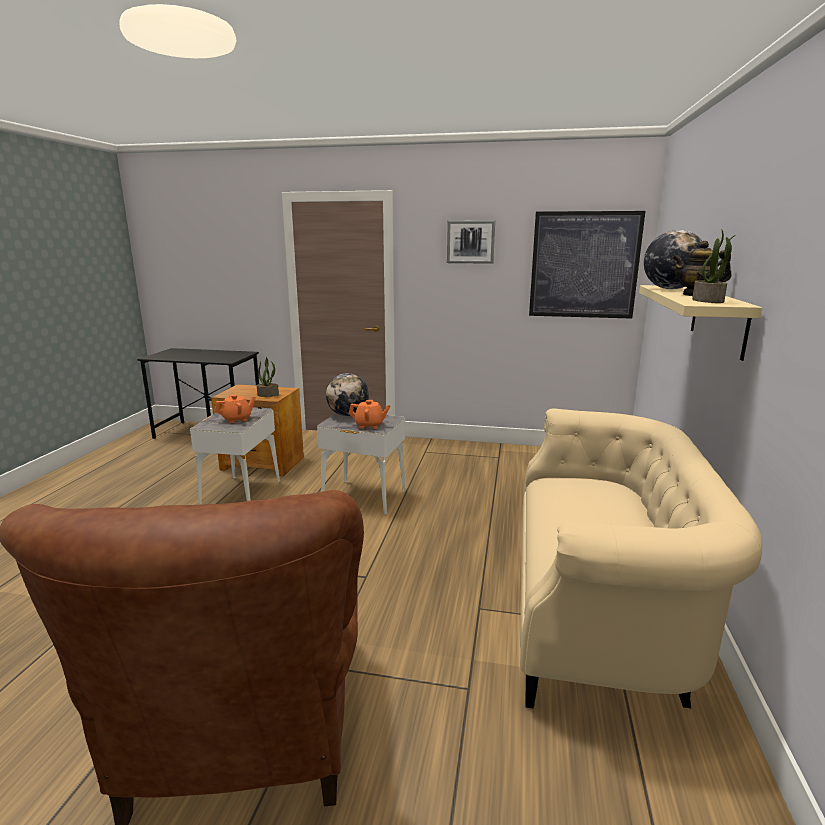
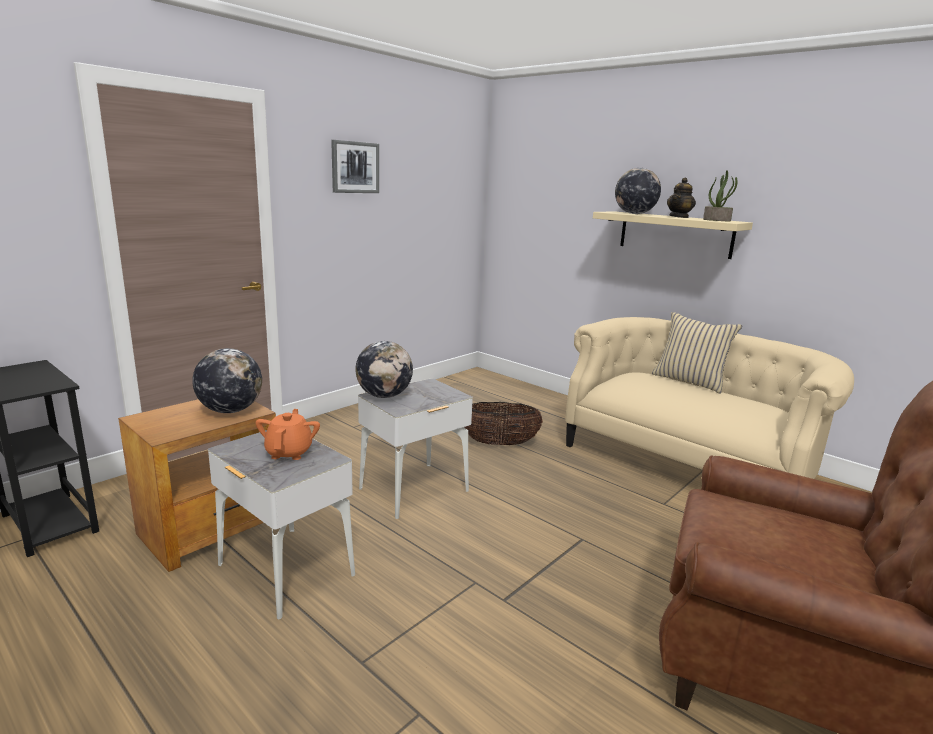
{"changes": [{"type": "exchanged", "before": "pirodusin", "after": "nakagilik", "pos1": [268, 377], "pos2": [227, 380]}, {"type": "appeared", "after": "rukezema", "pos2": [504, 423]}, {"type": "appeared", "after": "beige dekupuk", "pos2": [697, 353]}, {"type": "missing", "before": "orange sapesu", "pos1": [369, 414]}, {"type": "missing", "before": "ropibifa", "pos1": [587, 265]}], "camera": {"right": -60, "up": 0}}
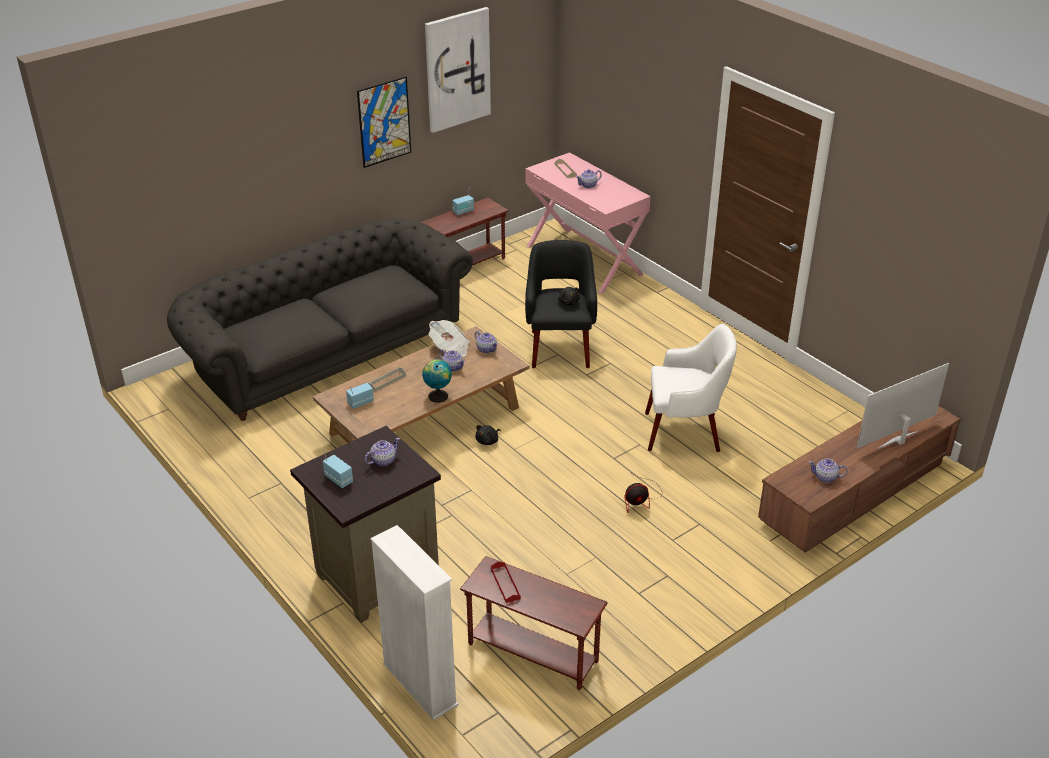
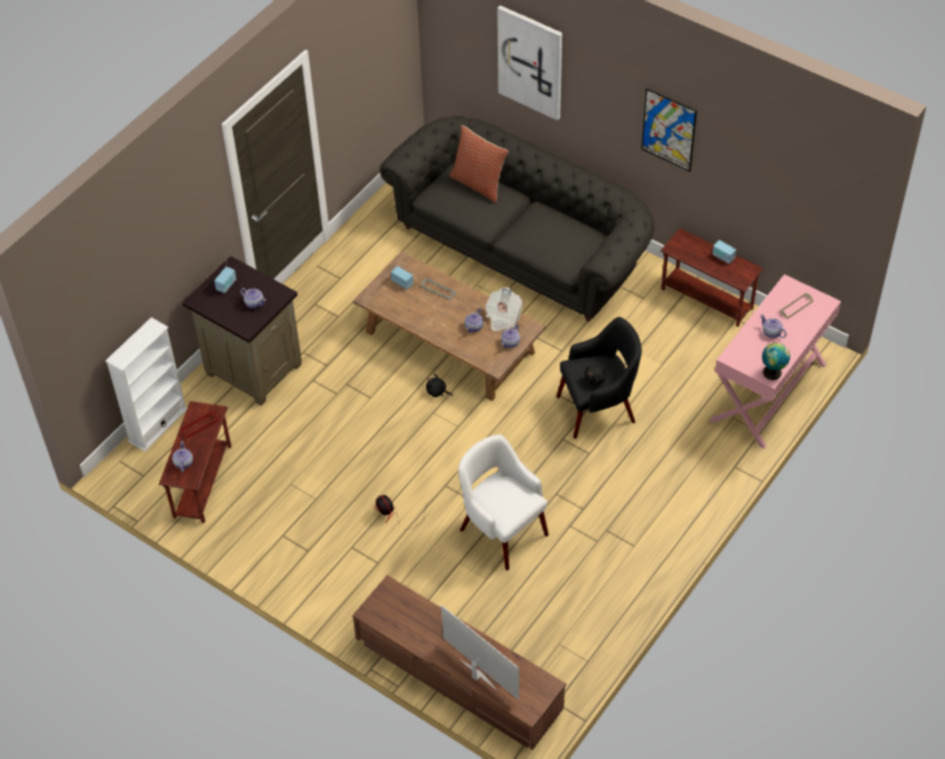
{"changes": [{"type": "relocated", "before": "sapesu", "pos1": [827, 471], "pos2": [182, 457]}, {"type": "appeared", "after": "dekupuk", "pos2": [479, 164]}, {"type": "spun", "before": "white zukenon", "pos1": [691, 388], "pos2": [503, 502], "turn": 150}, {"type": "relocated", "before": "ropibifa", "pos1": [458, 70], "pos2": [529, 62]}, {"type": "relocated", "before": "nakagilik", "pos1": [437, 381], "pos2": [776, 361]}], "camera": {"right": 75, "up": 15}}
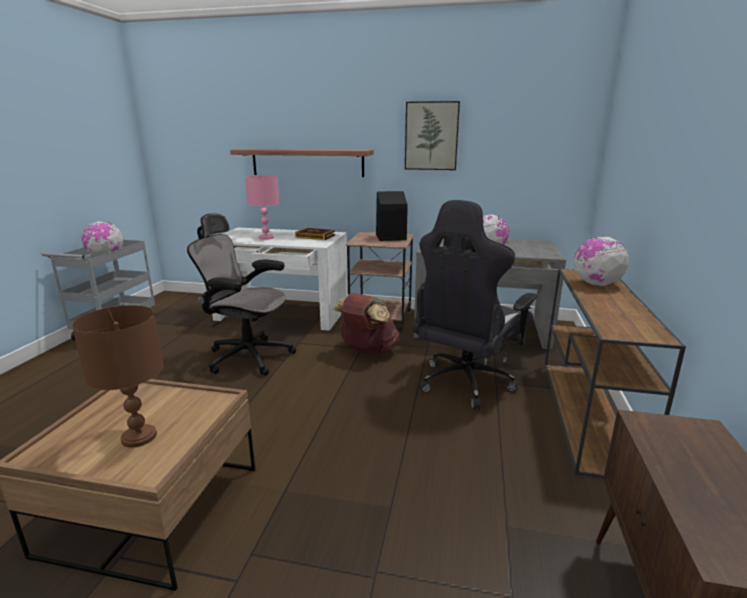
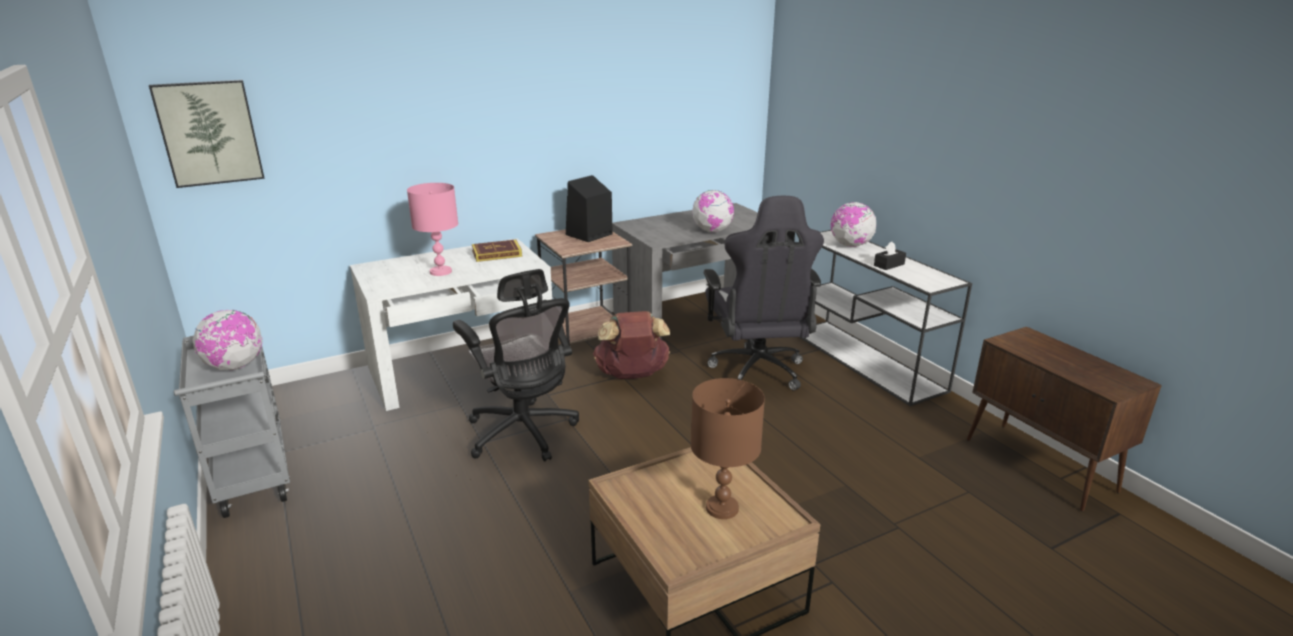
{"changes": [{"type": "relocated", "before": "ropibifa", "pos1": [432, 135], "pos2": [207, 134]}, {"type": "spun", "before": "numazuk", "pos1": [241, 294], "pos2": [516, 365], "turn": -105}, {"type": "colour", "before": "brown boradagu", "after": "white boradagu", "pos1": [615, 373], "pos2": [885, 318]}, {"type": "appeared", "after": "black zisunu", "pos2": [890, 256]}, {"type": "missing", "before": "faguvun", "pos1": [302, 163]}], "camera": {"right": -40, "up": 5}}
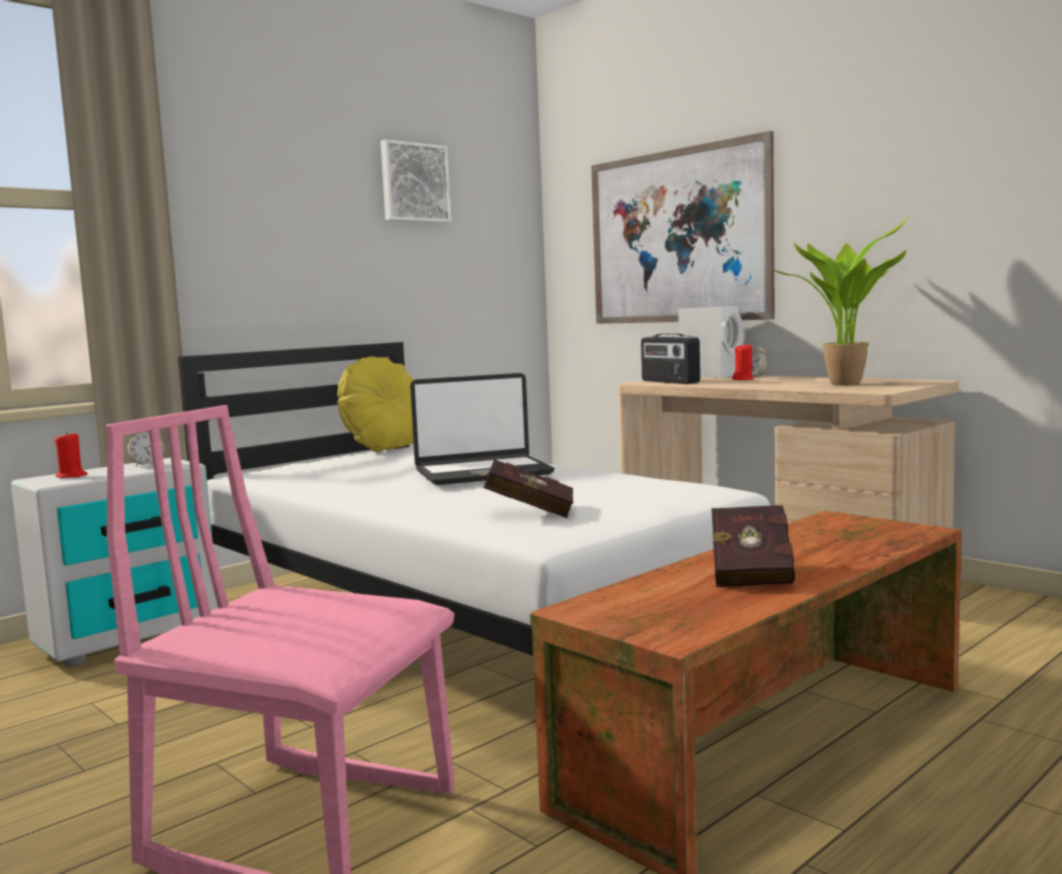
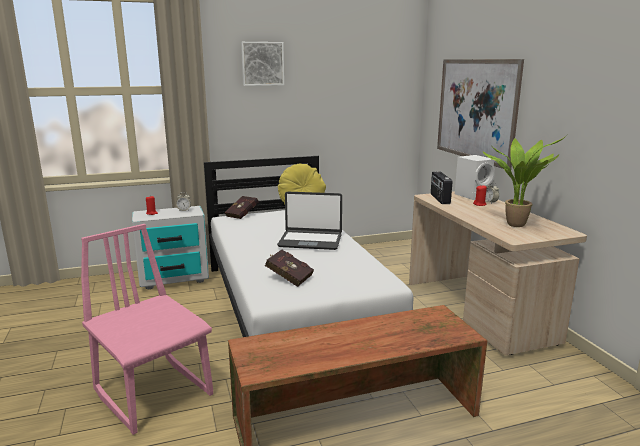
{"changes": [{"type": "relocated", "before": "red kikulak", "pos1": [753, 546], "pos2": [241, 207]}, {"type": "relocated", "before": "ropibifa", "pos1": [416, 181], "pos2": [262, 64]}], "camera": {"right": 25, "up": 10}}
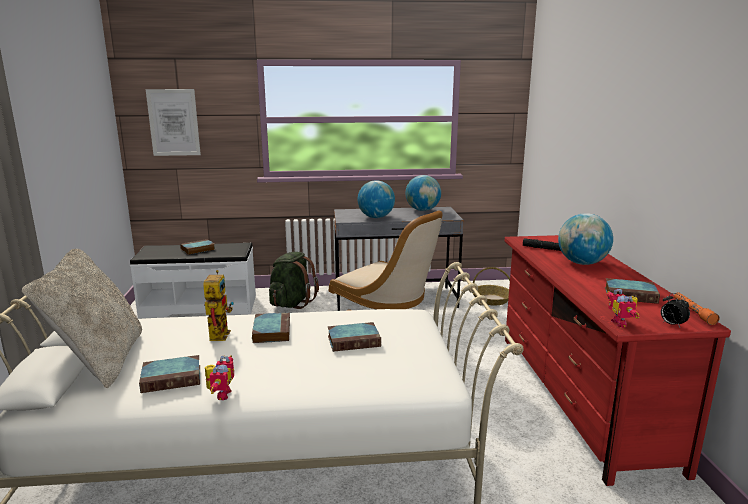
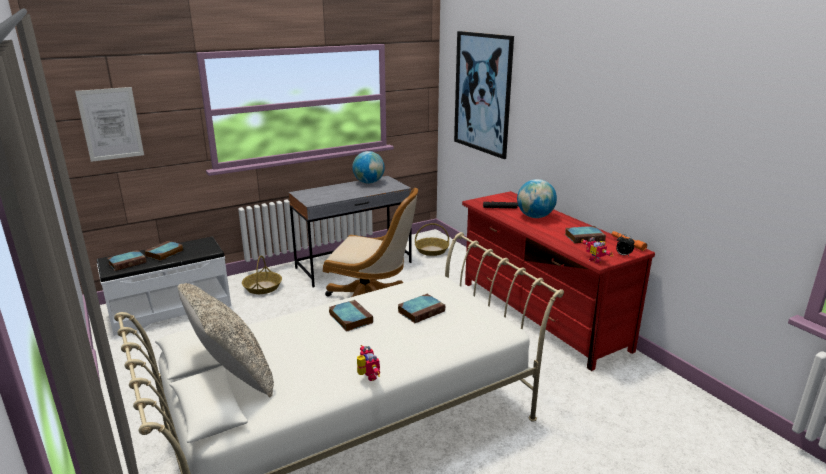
{"changes": [{"type": "relocated", "before": "kikulak", "pos1": [169, 374], "pos2": [127, 260]}, {"type": "exchanged", "before": "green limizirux", "after": "rukezema", "pos1": [294, 280], "pos2": [262, 274]}, {"type": "appeared", "after": "ropibifa", "pos2": [484, 95]}, {"type": "missing", "before": "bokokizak", "pos1": [218, 305]}, {"type": "missing", "before": "nakagilik", "pos1": [376, 199]}], "camera": {"right": -25, "up": 5}}
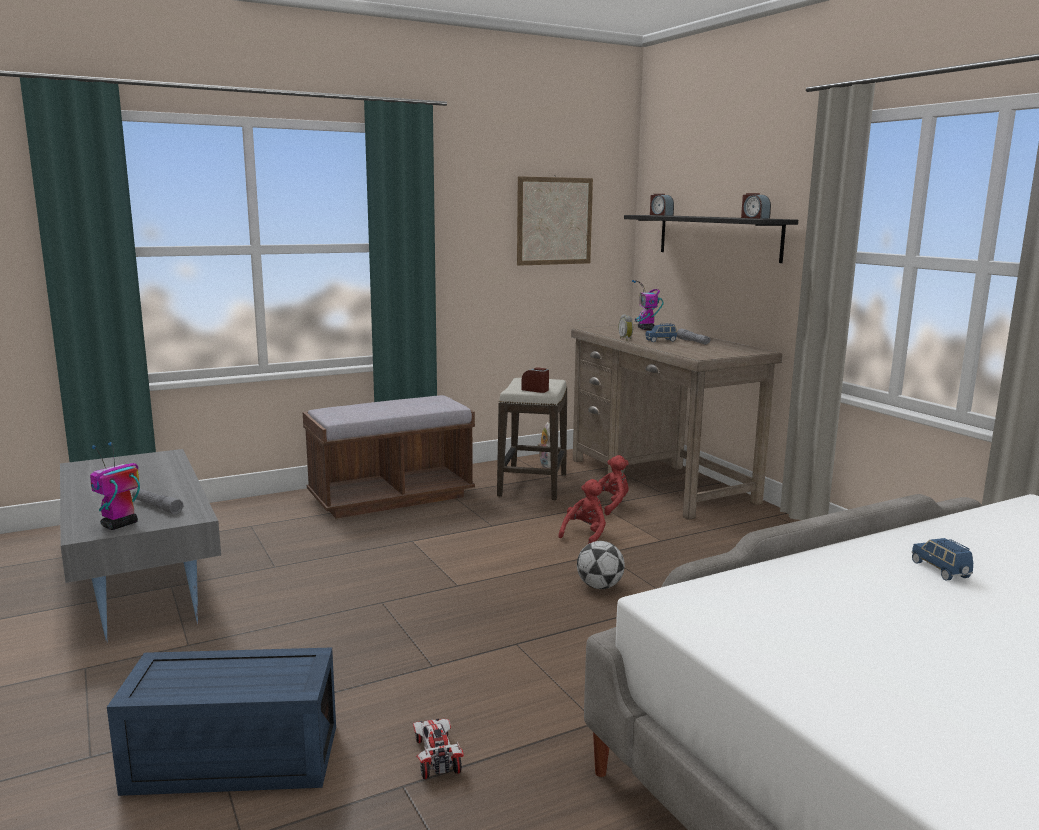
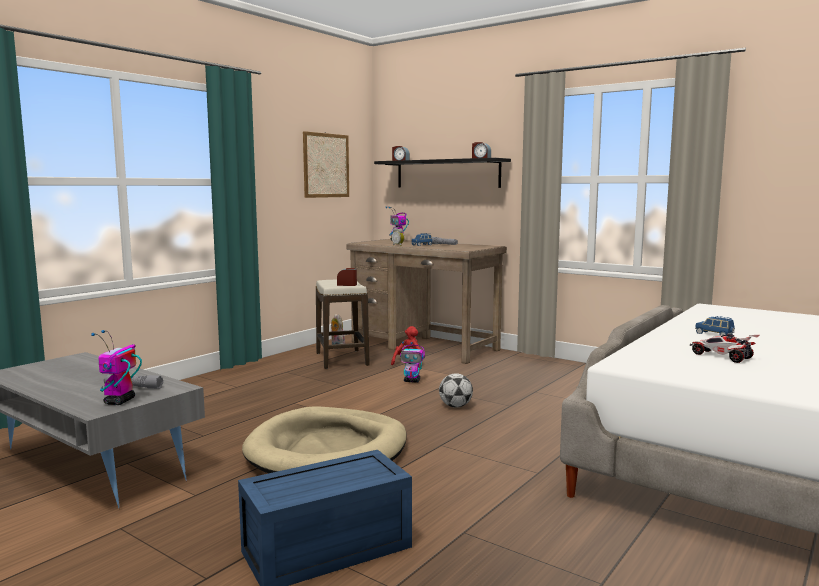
{"changes": [{"type": "appeared", "after": "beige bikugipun", "pos2": [324, 439]}, {"type": "exchanged", "before": "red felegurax", "after": "bokokizak", "pos1": [582, 511], "pos2": [412, 362]}, {"type": "relocated", "before": "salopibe", "pos1": [438, 749], "pos2": [724, 348]}, {"type": "missing", "before": "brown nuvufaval", "pos1": [389, 456]}], "camera": {"right": -25, "up": -5}}
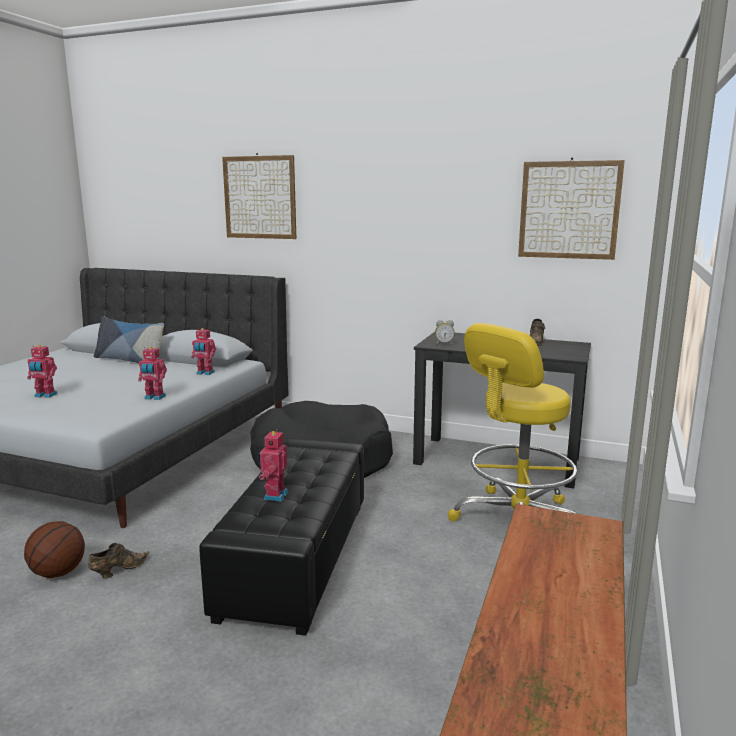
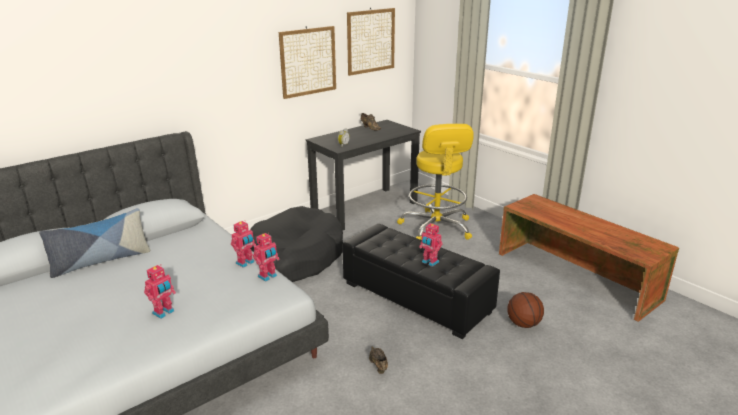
{"changes": [{"type": "relocated", "before": "bokokizak", "pos1": [203, 351], "pos2": [266, 257]}, {"type": "relocated", "before": "ropibifa", "pos1": [259, 196], "pos2": [307, 62]}, {"type": "relocated", "before": "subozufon", "pos1": [54, 549], "pos2": [525, 310]}], "camera": {"right": -60, "up": 10}}
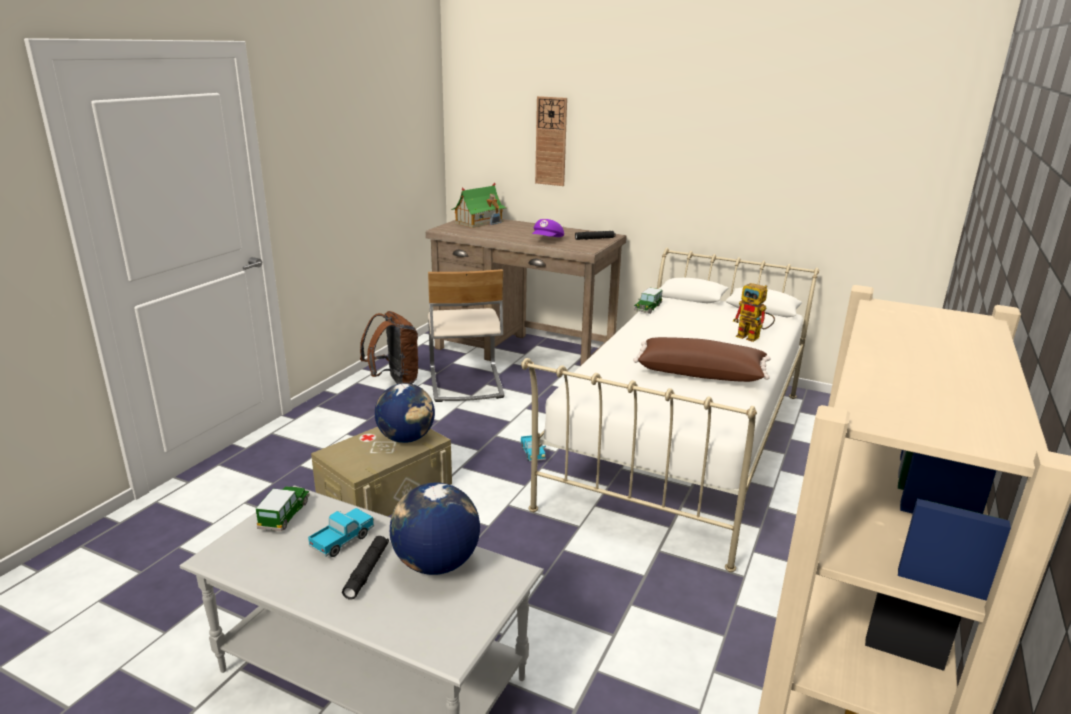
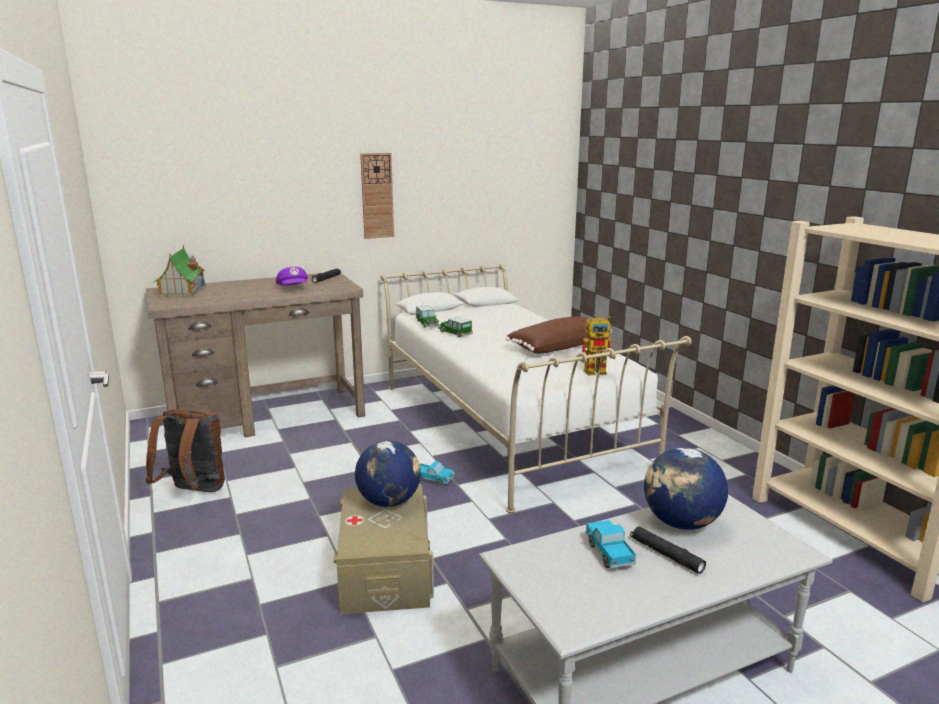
{"changes": [{"type": "relocated", "before": "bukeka", "pos1": [551, 141], "pos2": [377, 196]}, {"type": "relocated", "before": "salopibe", "pos1": [283, 509], "pos2": [455, 327]}, {"type": "relocated", "before": "bokokizak", "pos1": [754, 312], "pos2": [598, 346]}, {"type": "missing", "before": "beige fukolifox", "pos1": [466, 335]}], "camera": {"right": -50, "up": -5}}
